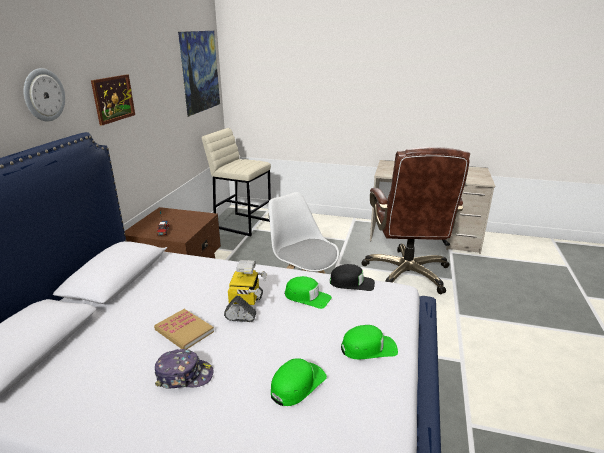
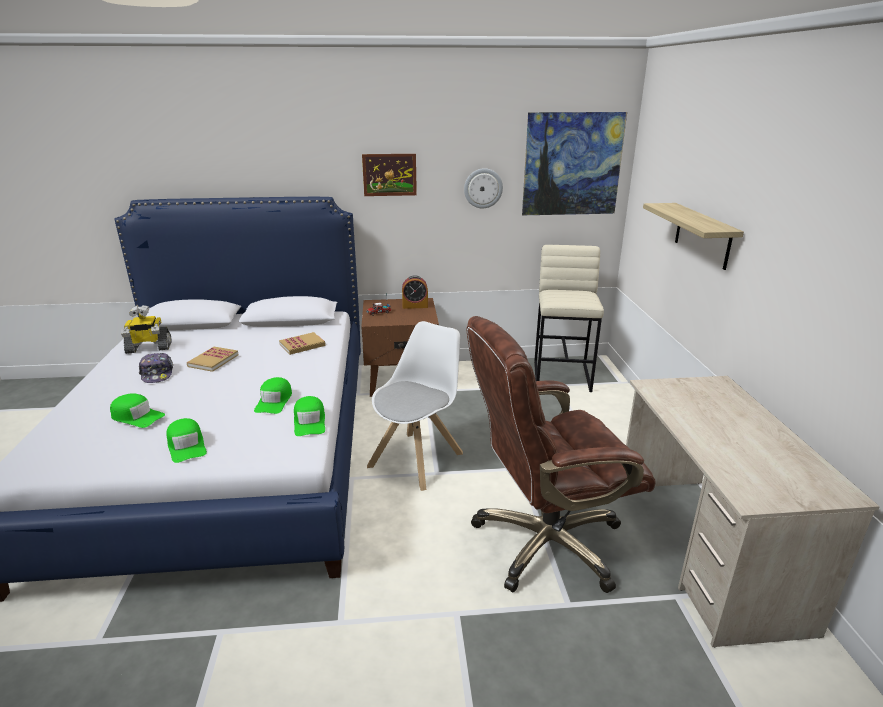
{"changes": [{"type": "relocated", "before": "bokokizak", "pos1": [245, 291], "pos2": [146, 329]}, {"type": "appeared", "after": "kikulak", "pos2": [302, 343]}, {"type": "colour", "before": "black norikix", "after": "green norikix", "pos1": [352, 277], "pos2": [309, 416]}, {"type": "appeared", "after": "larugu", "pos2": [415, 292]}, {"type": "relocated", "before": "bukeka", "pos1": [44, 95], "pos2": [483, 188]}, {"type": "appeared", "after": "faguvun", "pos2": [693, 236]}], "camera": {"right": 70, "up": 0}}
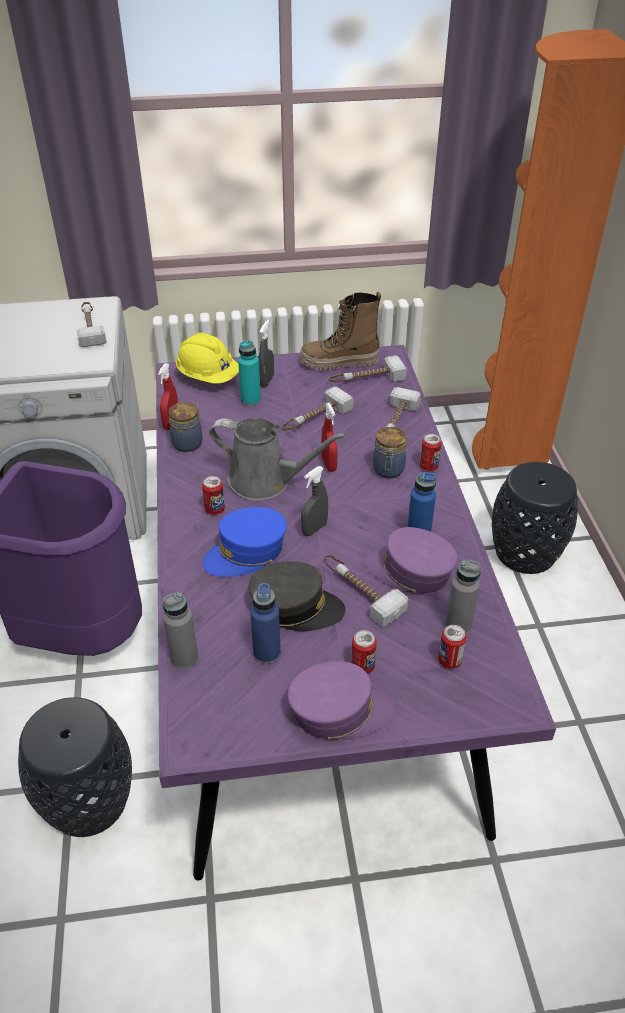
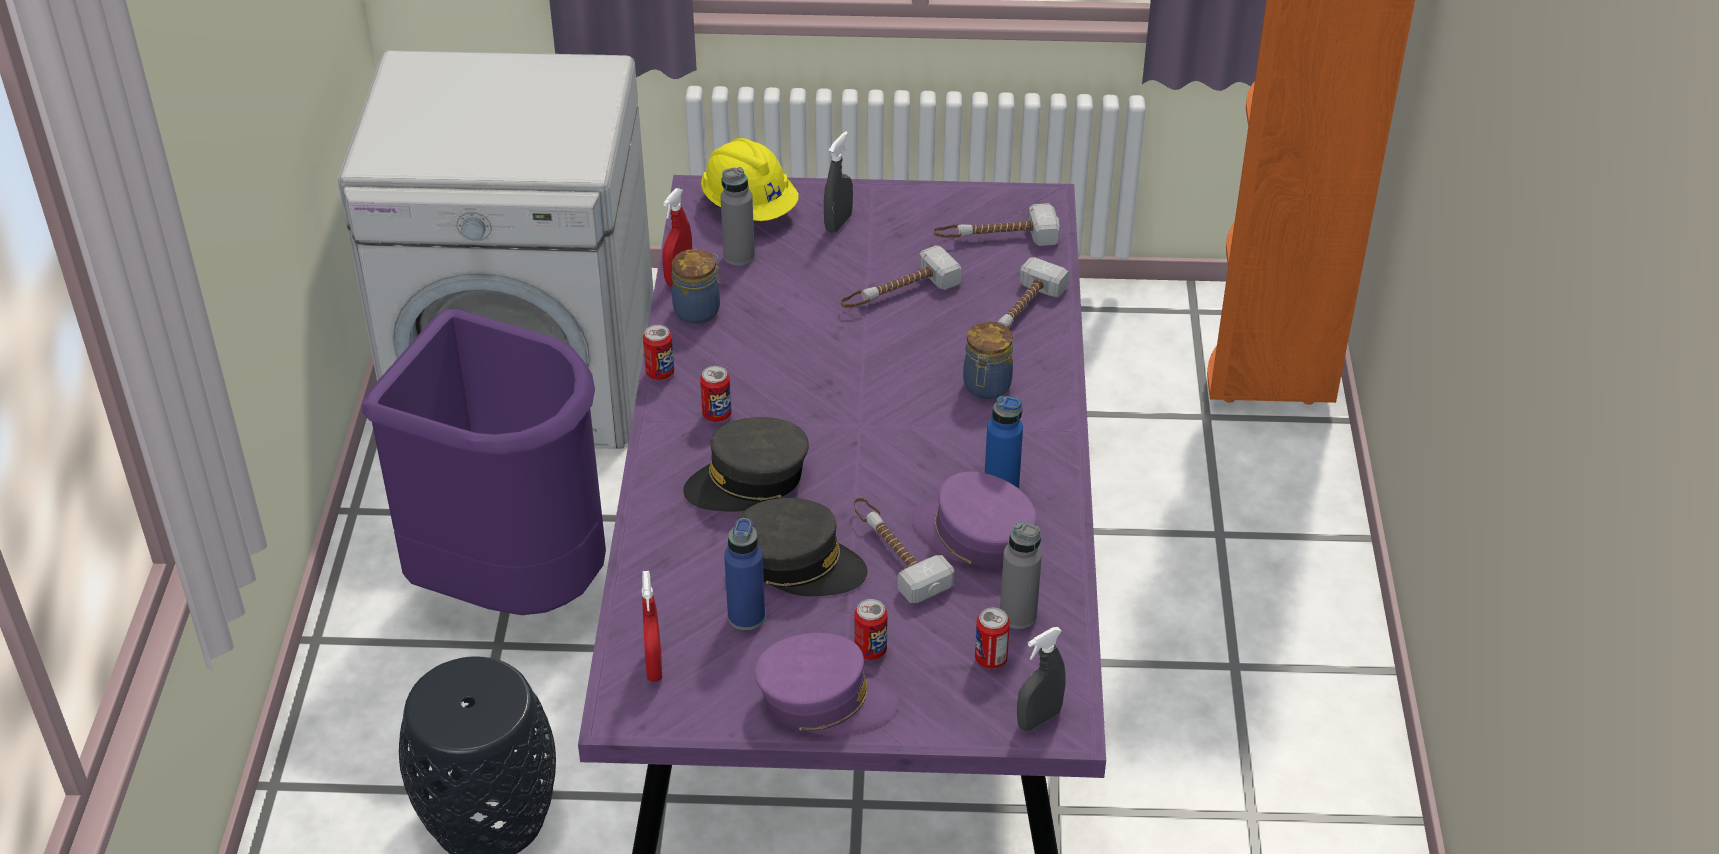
{"changes": [{"type": "relocated", "before": "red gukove", "pos1": [329, 437], "pos2": [652, 626]}, {"type": "relocated", "before": "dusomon", "pos1": [431, 452], "pos2": [658, 352]}, {"type": "colour", "before": "blue norikix", "after": "grey norikix", "pos1": [244, 542], "pos2": [746, 464]}, {"type": "relocated", "before": "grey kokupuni", "pos1": [180, 630], "pos2": [737, 216]}, {"type": "relocated", "before": "grey gukove", "pos1": [314, 501], "pos2": [1041, 679]}, {"type": "missing", "before": "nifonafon", "pos1": [92, 324]}, {"type": "missing", "before": "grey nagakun", "pos1": [277, 459]}, {"type": "missing", "before": "turquoise kokupuni", "pos1": [249, 373]}, {"type": "missing", "before": "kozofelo", "pos1": [340, 331]}, {"type": "missing", "before": "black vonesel", "pos1": [535, 518]}], "camera": {"right": 10, "up": 0}}
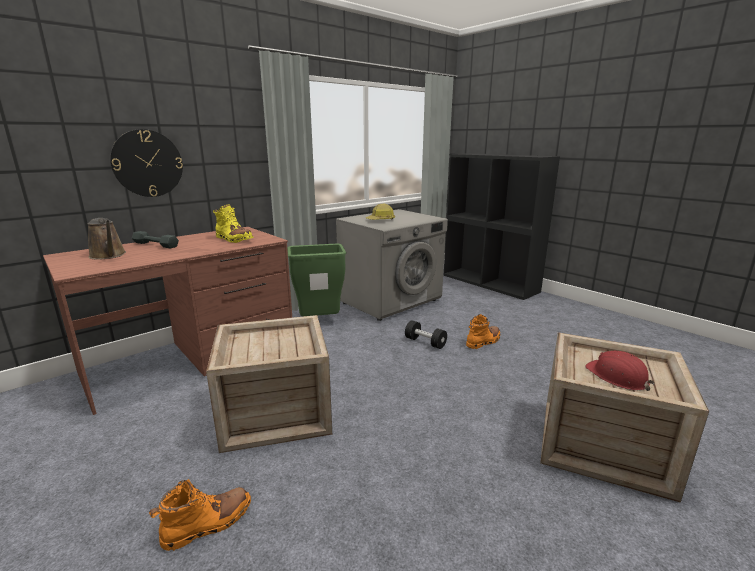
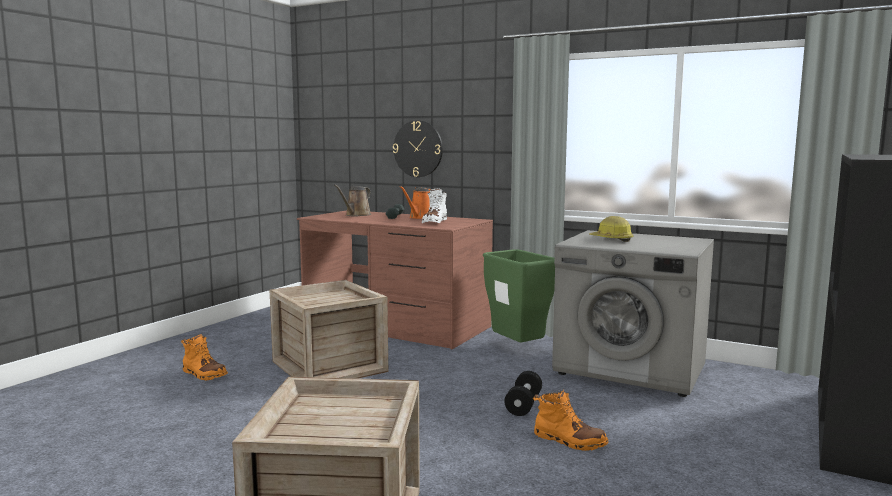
{"changes": [{"type": "appeared", "after": "orange nagakun", "pos2": [415, 202]}, {"type": "colour", "before": "yellow kozofelo", "after": "white kozofelo", "pos1": [233, 223], "pos2": [434, 206]}, {"type": "missing", "before": "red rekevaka", "pos1": [620, 371]}], "camera": {"right": 70, "up": -10}}
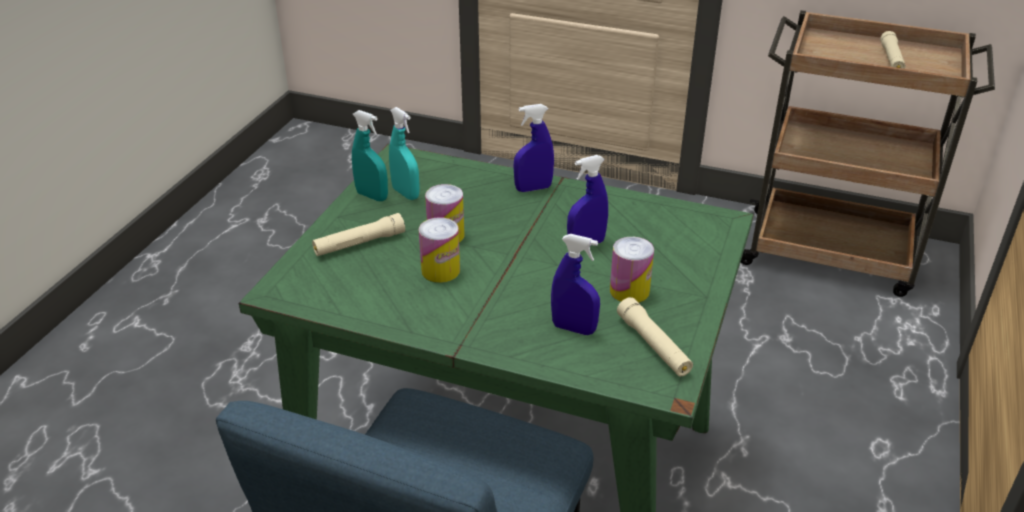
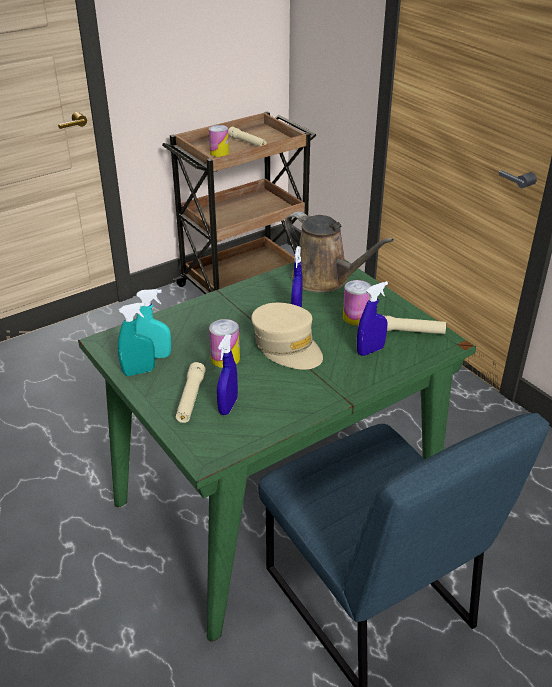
{"changes": [{"type": "relocated", "before": "dusomon", "pos1": [439, 250], "pos2": [219, 141]}, {"type": "relocated", "before": "blue gukove", "pos1": [534, 148], "pos2": [227, 374]}, {"type": "appeared", "after": "beige norikix", "pos2": [287, 336]}, {"type": "appeared", "after": "brown nagakun", "pos2": [339, 251]}], "camera": {"right": -55, "up": 0}}
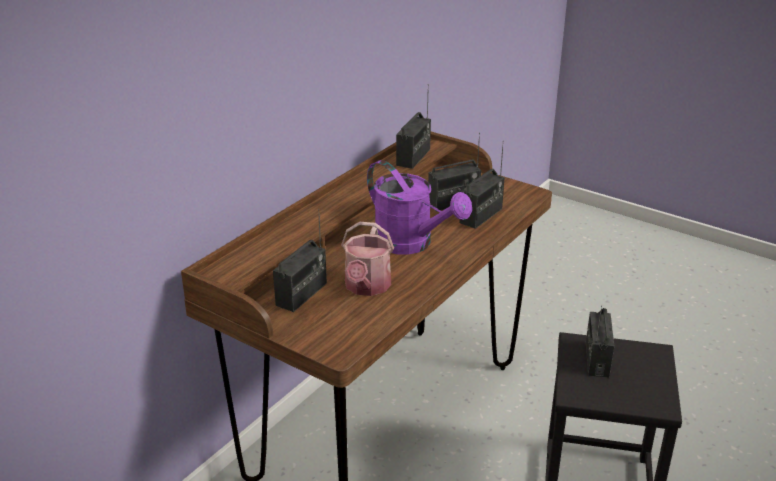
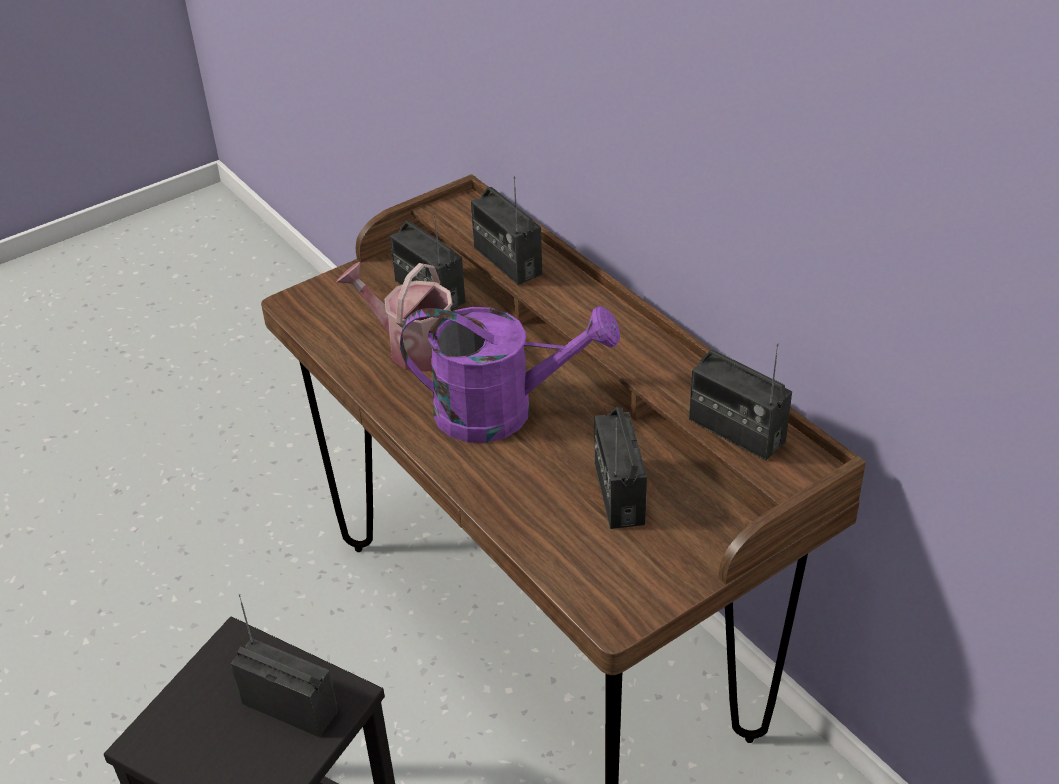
{"changes": [{"type": "spun", "before": "purple nagakun", "pos1": [419, 207], "pos2": [510, 374], "turn": -150}, {"type": "relocated", "before": "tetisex", "pos1": [481, 185], "pos2": [506, 230]}], "camera": {"right": 110, "up": 10}}
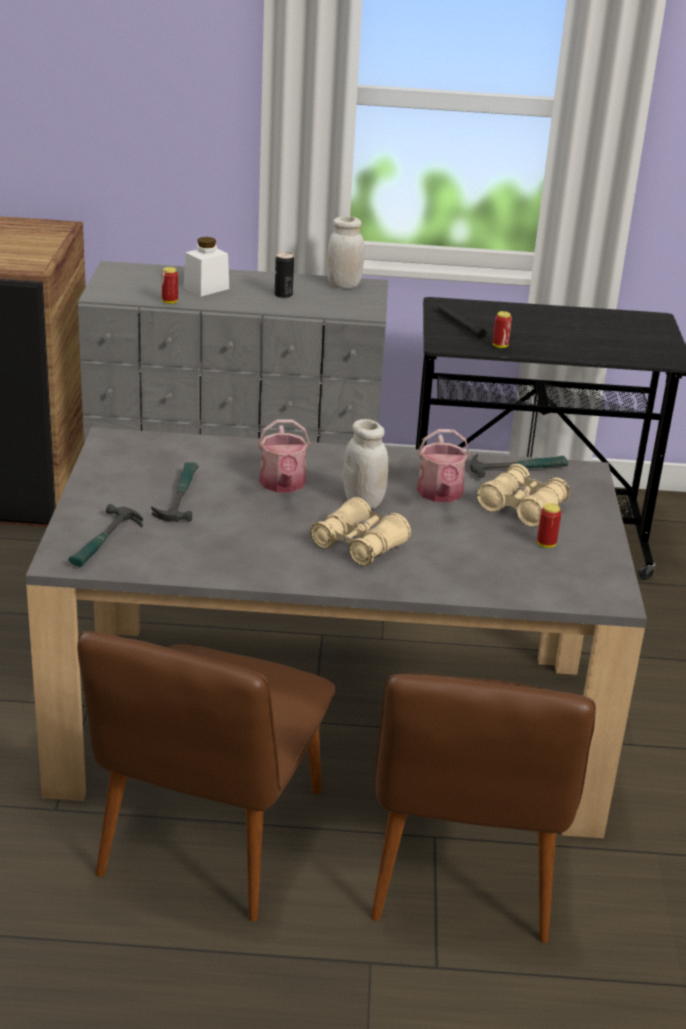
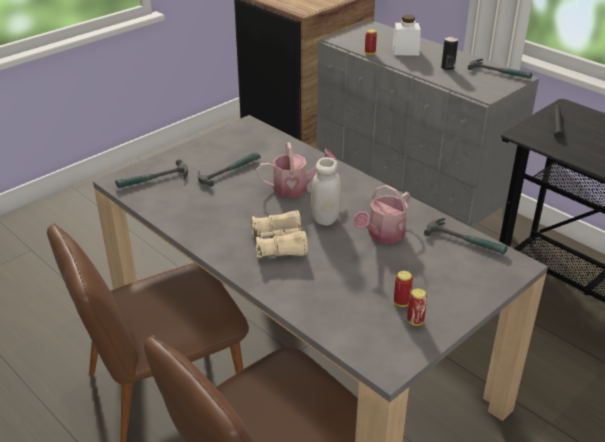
{"changes": [{"type": "spun", "before": "nagakun", "pos1": [284, 455], "pos2": [296, 170], "turn": -135}, {"type": "relocated", "before": "dusomon", "pos1": [502, 329], "pos2": [417, 307]}, {"type": "exchanged", "before": "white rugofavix", "after": "nifonafon", "pos1": [345, 252], "pos2": [500, 69]}, {"type": "missing", "before": "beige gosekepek", "pos1": [523, 495]}], "camera": {"right": 45, "up": 5}}
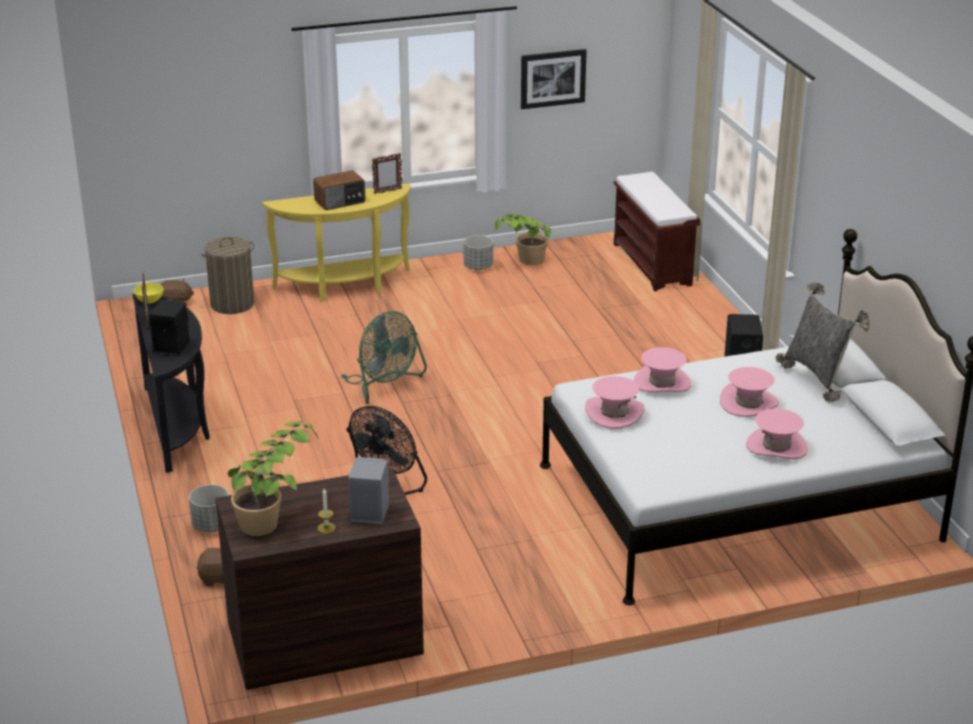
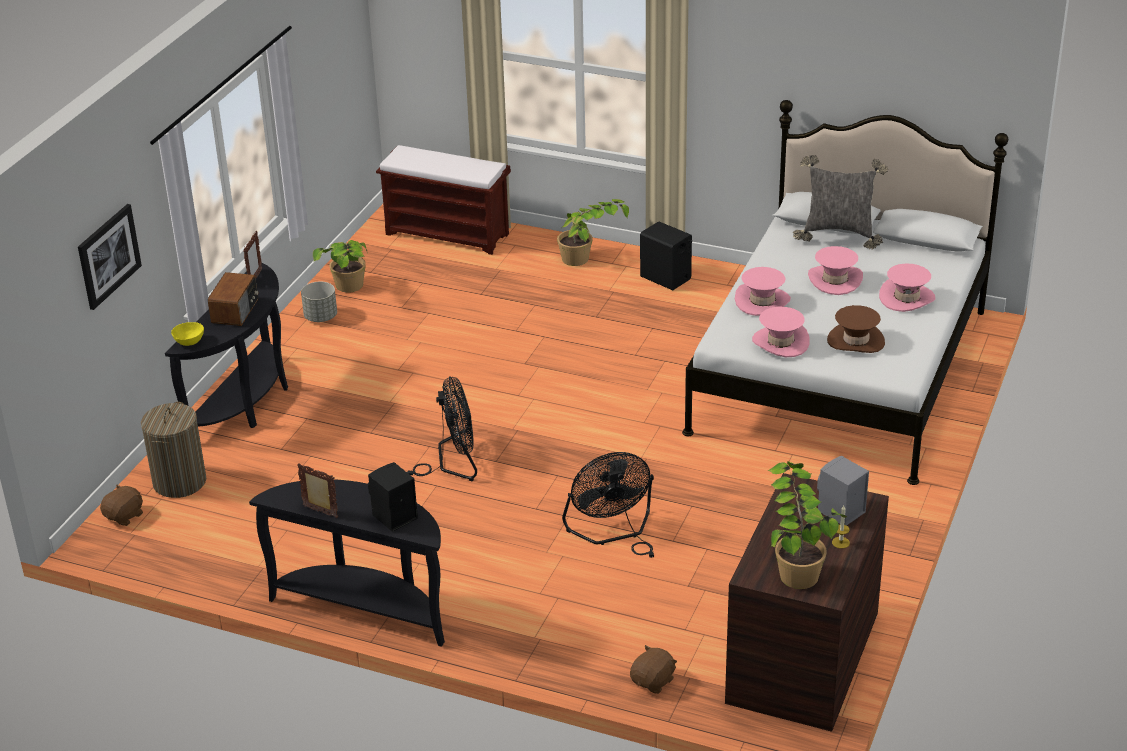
{"changes": [{"type": "relocated", "before": "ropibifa", "pos1": [554, 79], "pos2": [110, 257]}, {"type": "colour", "before": "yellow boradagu", "after": "black boradagu", "pos1": [336, 242], "pos2": [226, 345]}, {"type": "relocated", "before": "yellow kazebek", "pos1": [148, 293], "pos2": [187, 334]}, {"type": "colour", "before": "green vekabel", "after": "black vekabel", "pos1": [384, 357], "pos2": [442, 429]}, {"type": "appeared", "after": "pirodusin", "pos2": [593, 232]}, {"type": "appeared", "after": "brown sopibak", "pos2": [856, 329]}, {"type": "missing", "before": "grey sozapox", "pos1": [209, 508]}], "camera": {"right": -50, "up": 5}}
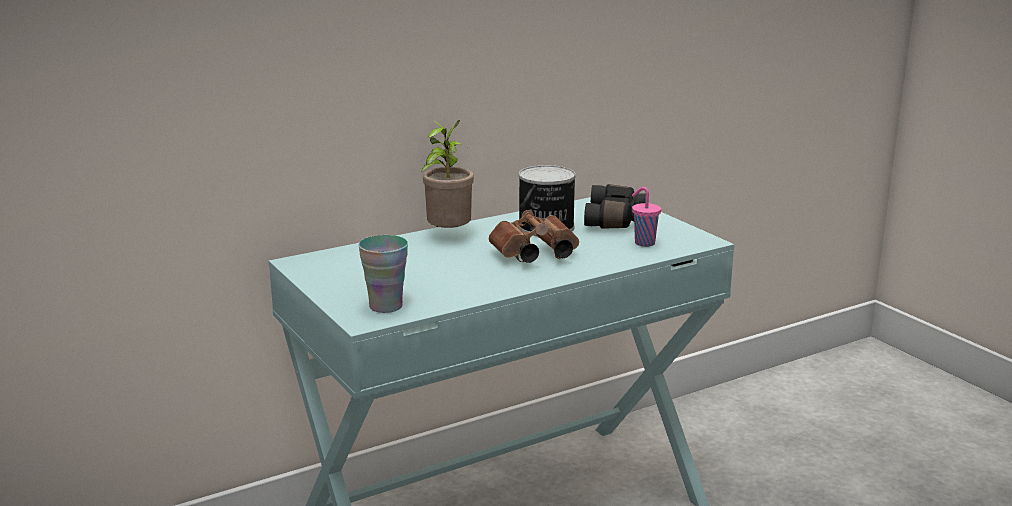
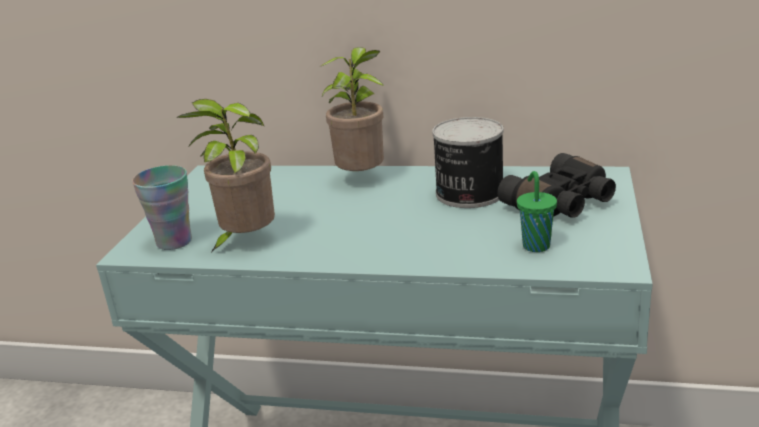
{"changes": [{"type": "appeared", "after": "pirodusin", "pos2": [225, 176]}, {"type": "colour", "before": "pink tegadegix", "after": "green tegadegix", "pos1": [646, 217], "pos2": [537, 211]}, {"type": "missing", "before": "brown gosekepek", "pos1": [534, 236]}], "camera": {"right": 45, "up": 5}}
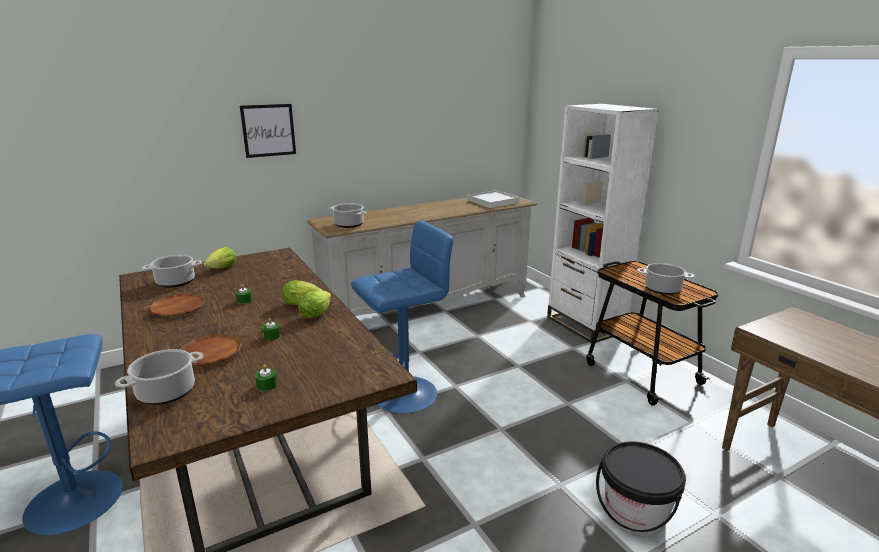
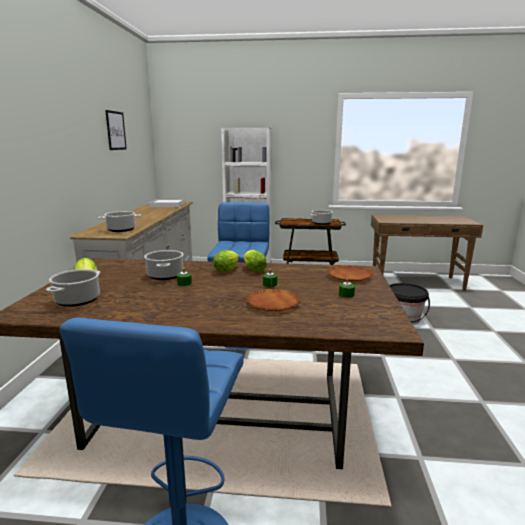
{"changes": [{"type": "relocated", "before": "ropibifa", "pos1": [268, 131], "pos2": [116, 130]}, {"type": "relocated", "before": "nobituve", "pos1": [159, 377], "pos2": [164, 265]}, {"type": "relocated", "before": "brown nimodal", "pos1": [177, 304], "pos2": [350, 273]}], "camera": {"right": -55, "up": -5}}
